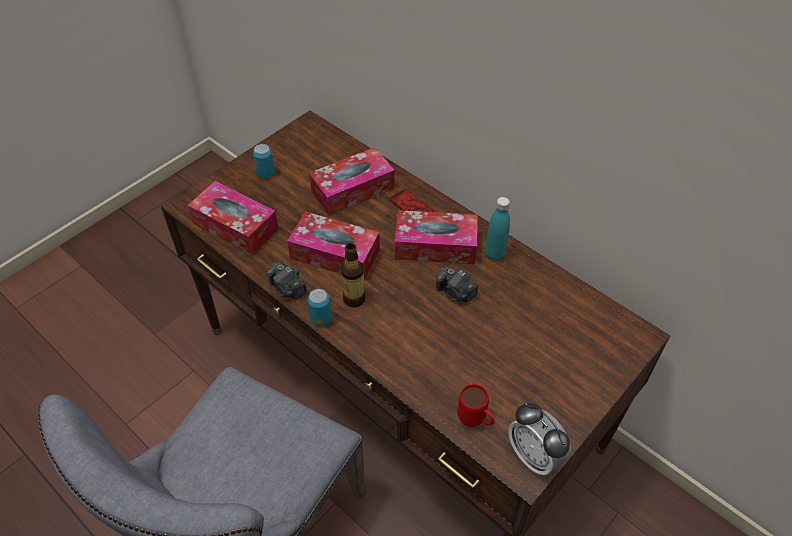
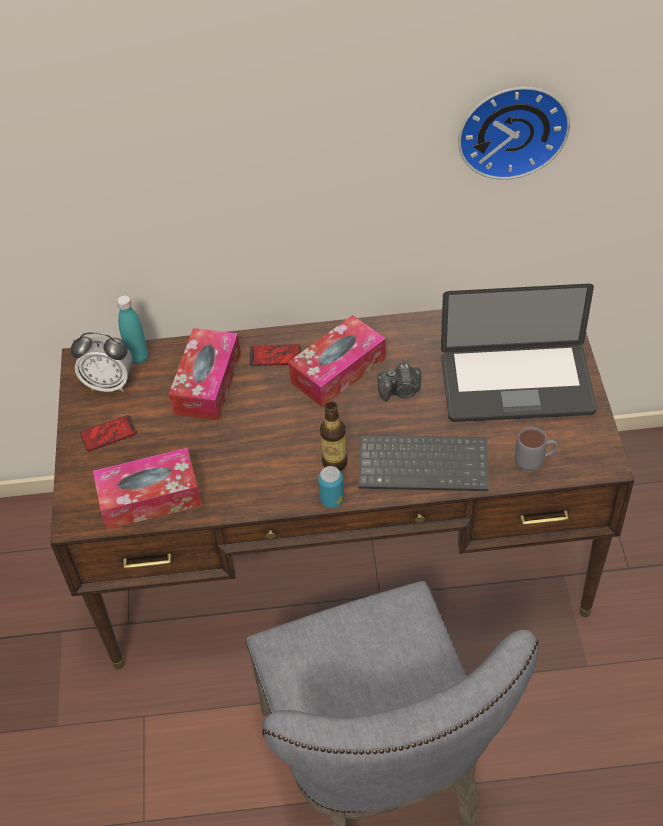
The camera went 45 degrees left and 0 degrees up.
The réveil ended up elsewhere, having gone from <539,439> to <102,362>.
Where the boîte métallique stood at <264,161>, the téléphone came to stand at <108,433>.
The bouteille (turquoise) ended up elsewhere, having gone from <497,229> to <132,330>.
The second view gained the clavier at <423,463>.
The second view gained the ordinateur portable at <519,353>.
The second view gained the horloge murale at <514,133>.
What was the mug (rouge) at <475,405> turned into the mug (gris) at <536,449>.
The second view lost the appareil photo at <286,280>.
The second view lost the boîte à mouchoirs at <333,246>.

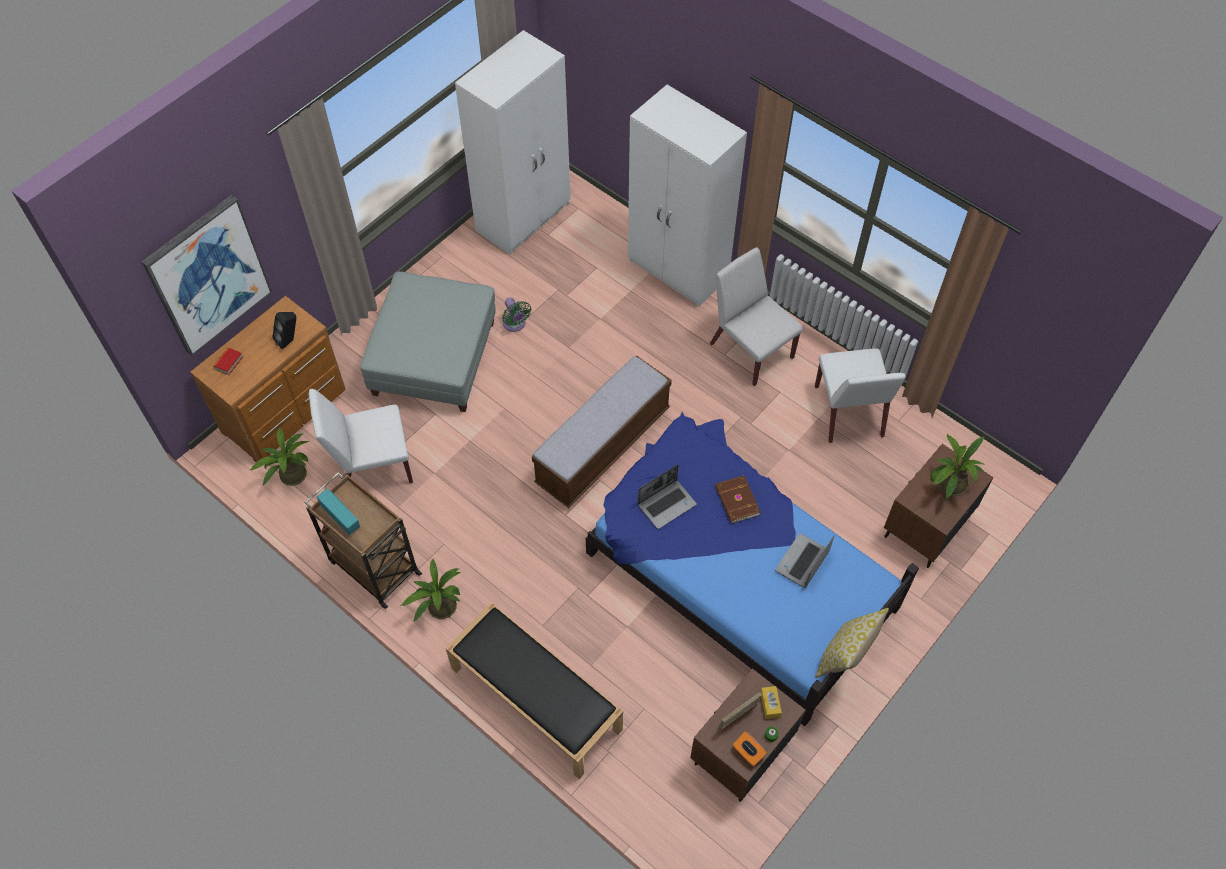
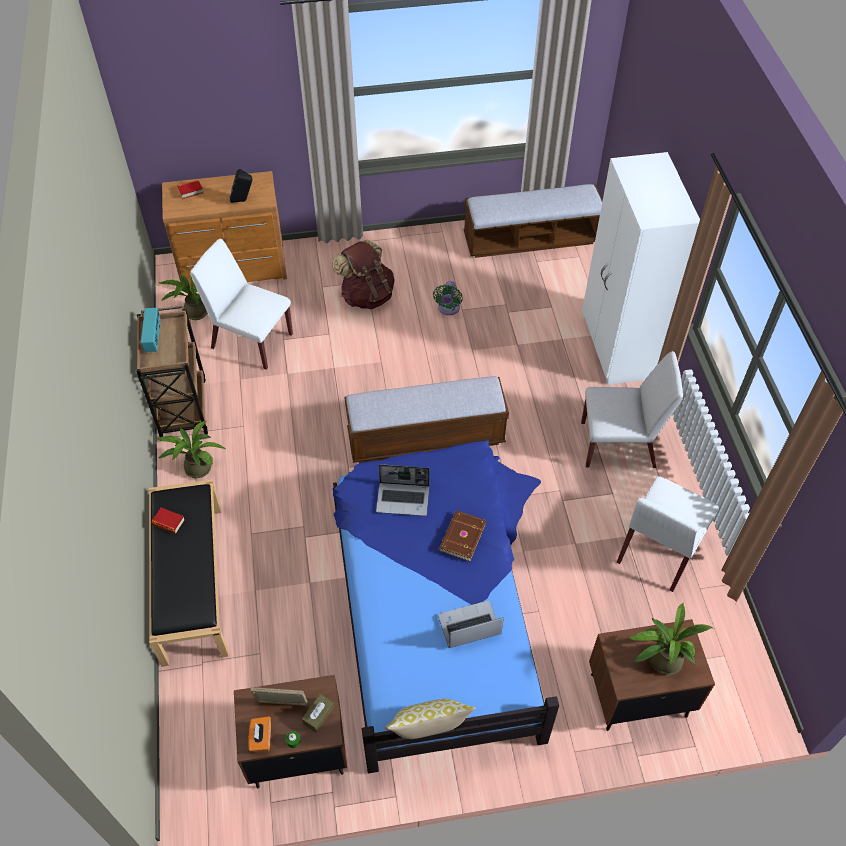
The camera went 40 degrees right and 5 degrees down.
The second view gained the livre at <168,521>.
What was the boîte à mouchoirs (jaune) at <771,702> turned into the boîte à mouchoirs (marron) at <318,713>.
Where the pouf (gris) stood at <428,341>, the sac à dos (marron) came to stand at <364,274>.
Where the armoire (blanc) stood at <513,142>, the banc came to stand at <532,221>.
The chaise (blanc) at <756,316> ended up facing another way, 90 degrees clockwise from before.
The second view lost the tableau at <206,275>.

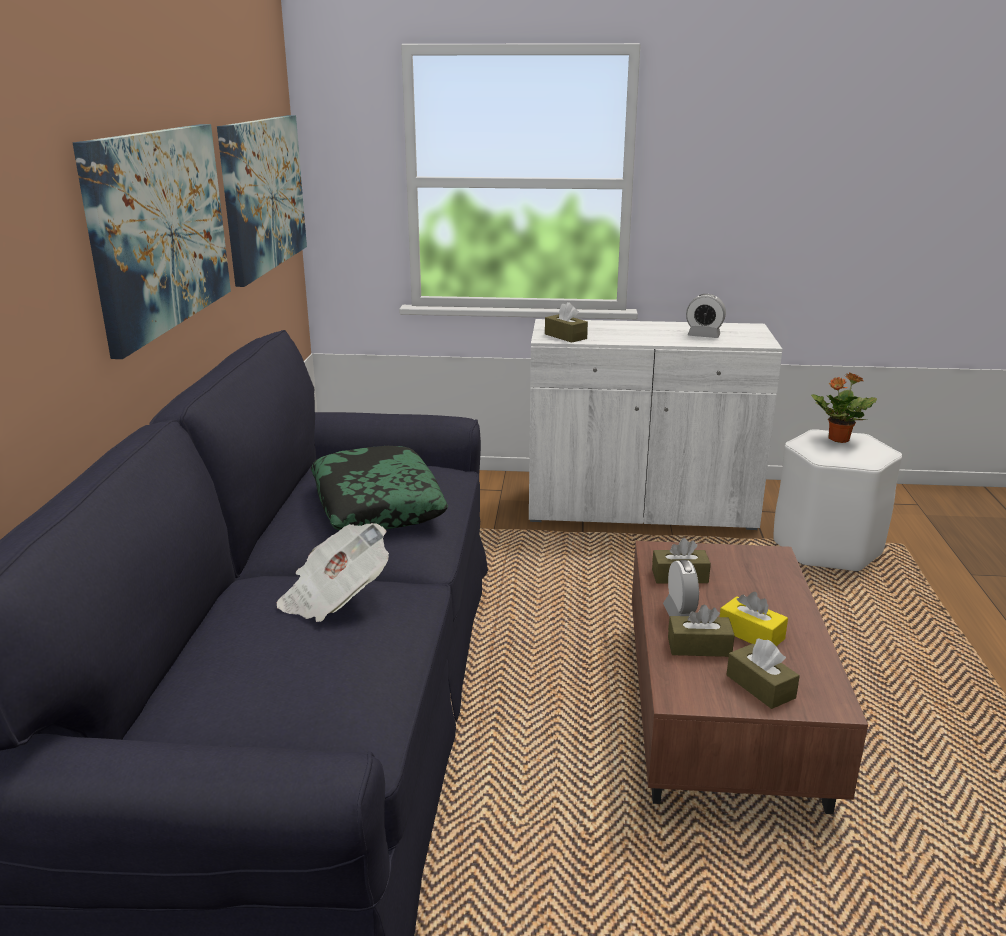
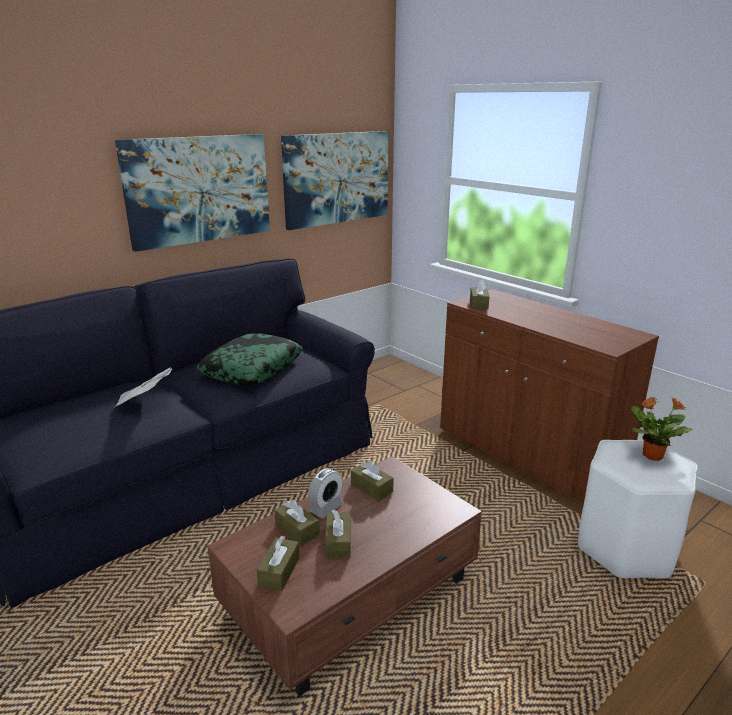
The camera went 45 degrees right and 0 degrees up.
What was the boîte à mouchoirs (jaune) at <754,619> turned into the boîte à mouchoirs (marron) at <337,534>.
What was the meuble de rangement (blanc) at <655,424> turned into the meuble de rangement (marron) at <549,396>.
The second view lost the réveil at <706,316>.

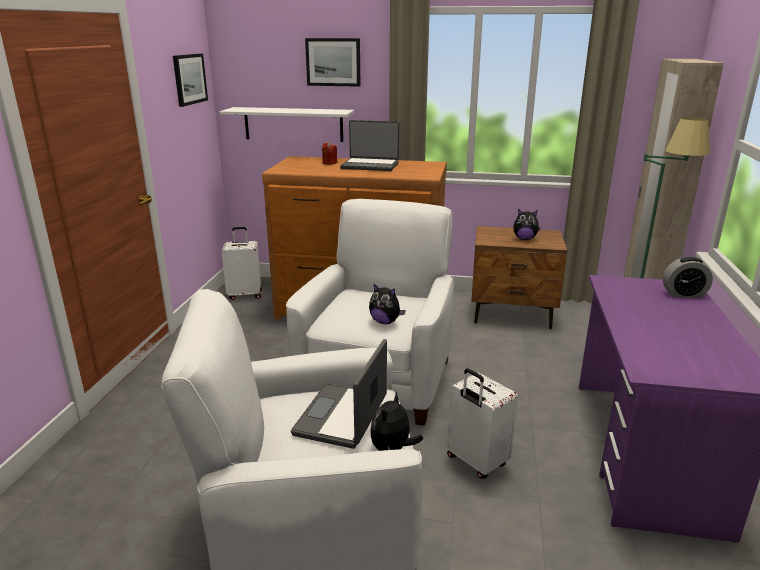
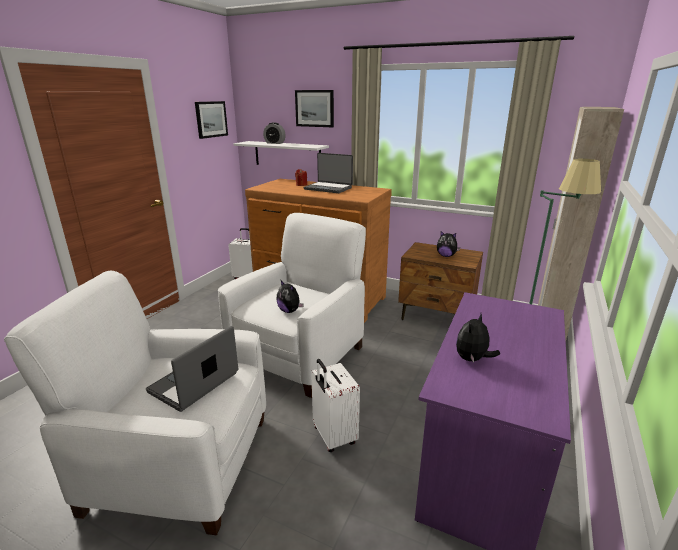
The camera went 15 degrees right and 0 degrees up.
The réveil ended up elsewhere, having gone from <688,277> to <274,133>.
The peluche ended up elsewhere, having gone from <396,421> to <478,338>.

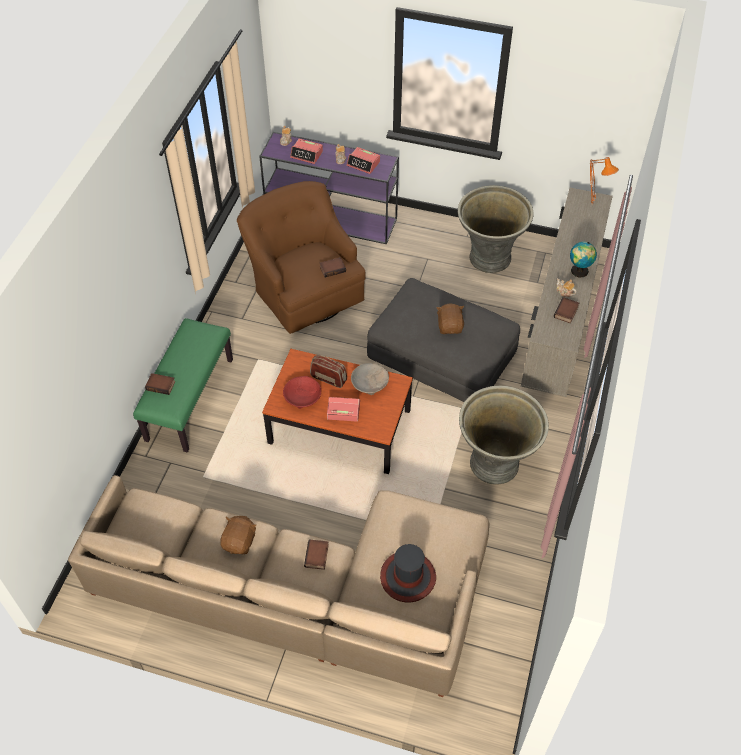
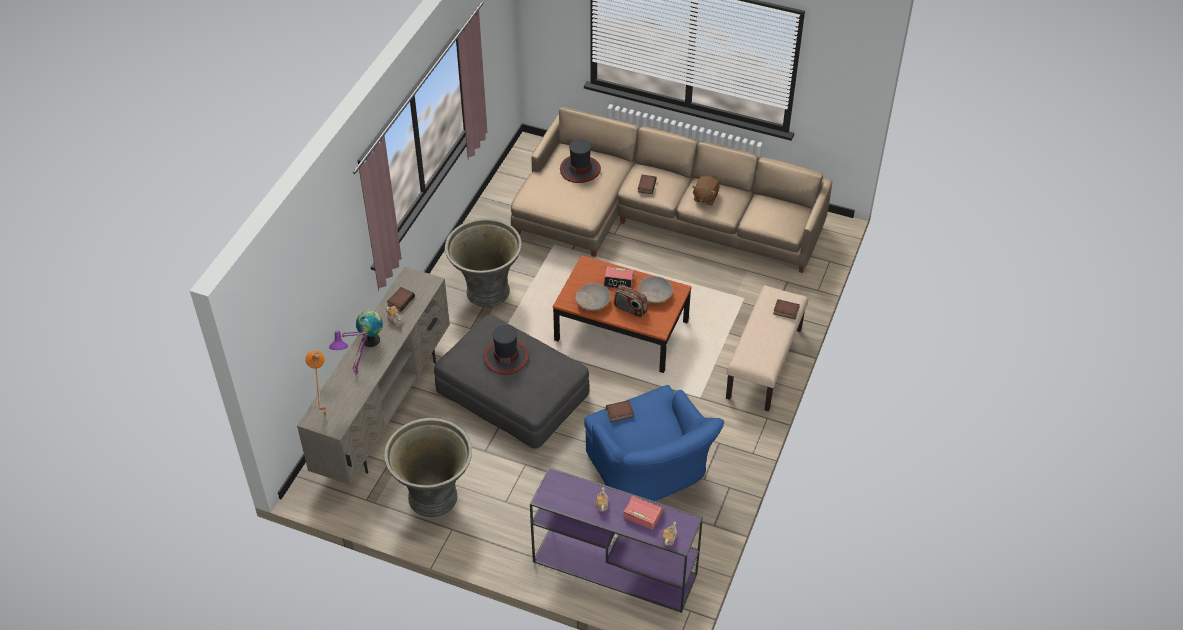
The camera went 175 degrees left and 5 degrees down.
The second view gained the lampe de table (violet) at <348,352>.
Where the peluche (marron) stood at <450,318>, the chapeau came to stand at <506,350>.
What was the fauteuil (marron) at <301,257> turned into the fauteuil (bleu) at <654,443>.
What was the bol (rouge) at <302,392> turned into the bol (beige) at <655,289>.
What was the banc (vert) at <183,385> turned into the banc (beige) at <767,348>.
The second view lost the réveil at <363,160>.

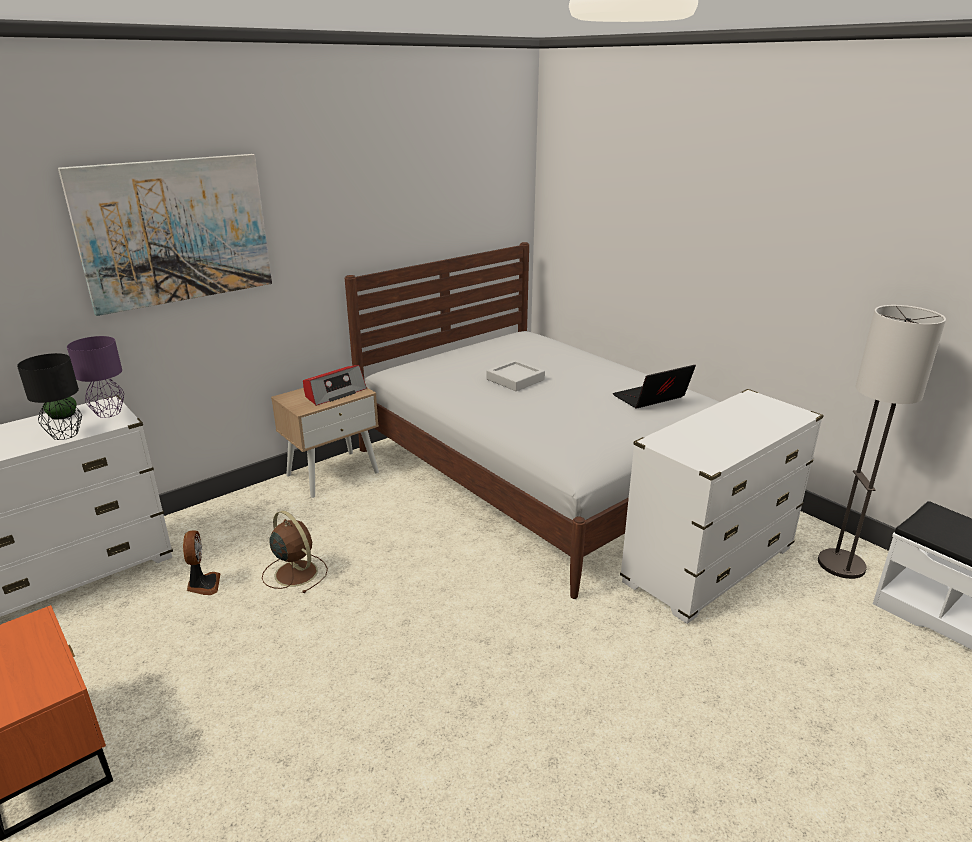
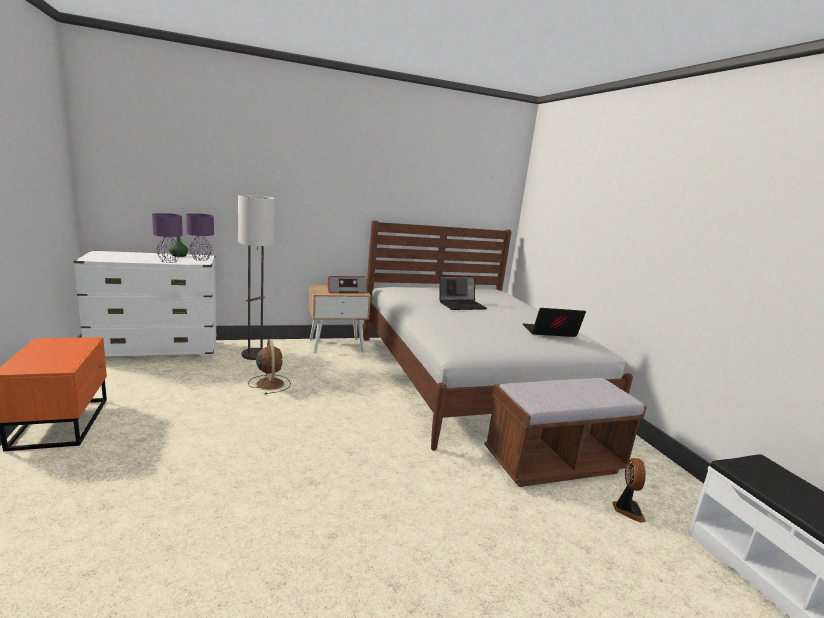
The camera went 20 degrees right and 10 degrees down.
What was the lampe de table (noir) at <49,396> turned into the lampe de table (violet) at <167,238>.
The lampadaire ended up elsewhere, having gone from <882,442> to <256,277>.
Where the plateau (gris) stood at <516,375>, the ordinateur portable came to stand at <463,293>.
Where the commode (blanc) stood at <722,506>, the banc (marron) came to stand at <565,432>.
The ventilateur ended up elsewhere, having gone from <201,562> to <629,490>.
The second view lost the tableau at <165,235>.

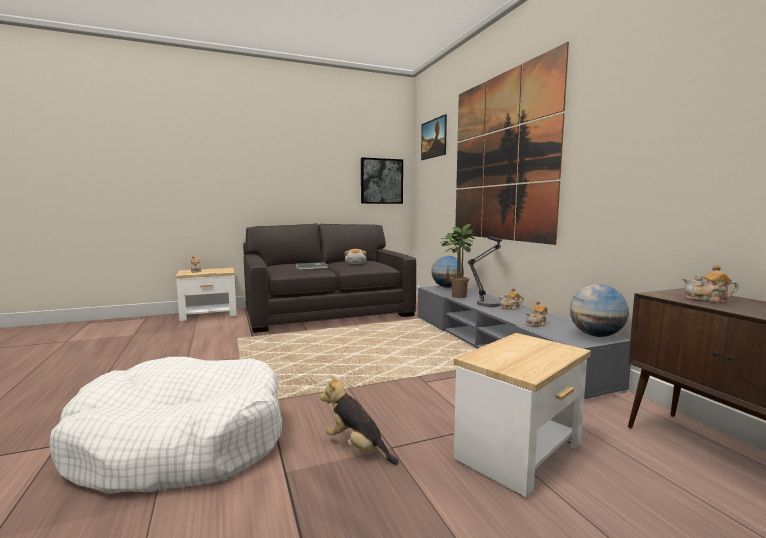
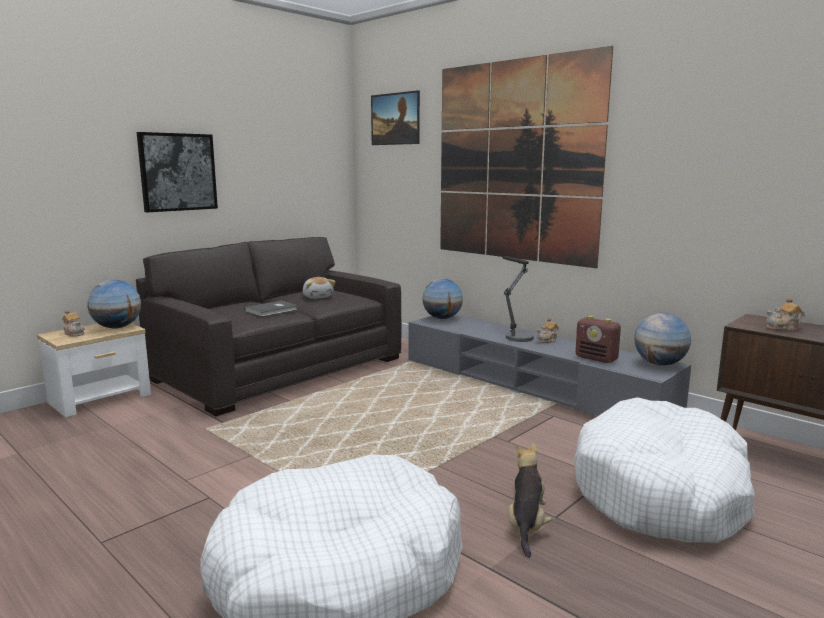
The camera went 25 degrees left and 5 degrees up.
The second view gained the globe at <114,304>.
The tableau ended up elsewhere, having gone from <382,180> to <177,172>.
The peluche at <359,420> ended up facing another way, 90 degrees clockwise from before.
Where the table d'appoint stood at <522,415>, the panier pour chien (blanc) came to stand at <664,470>.
Where the théière stood at <537,314>, the radio came to stand at <598,339>.
The second view lost the plante en pot at <457,261>.

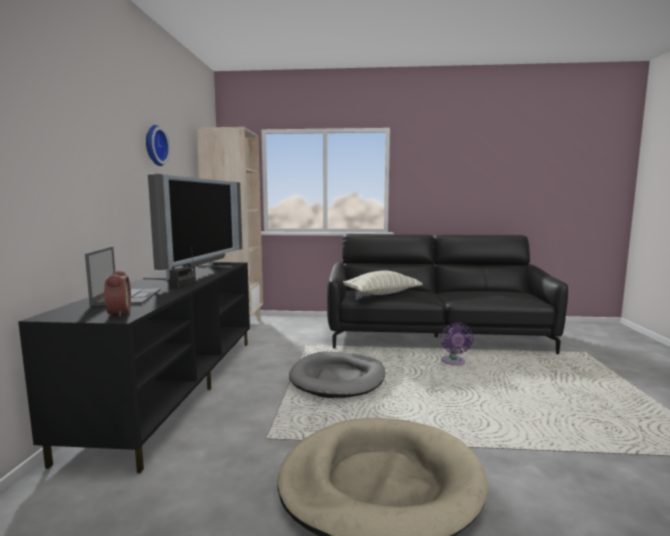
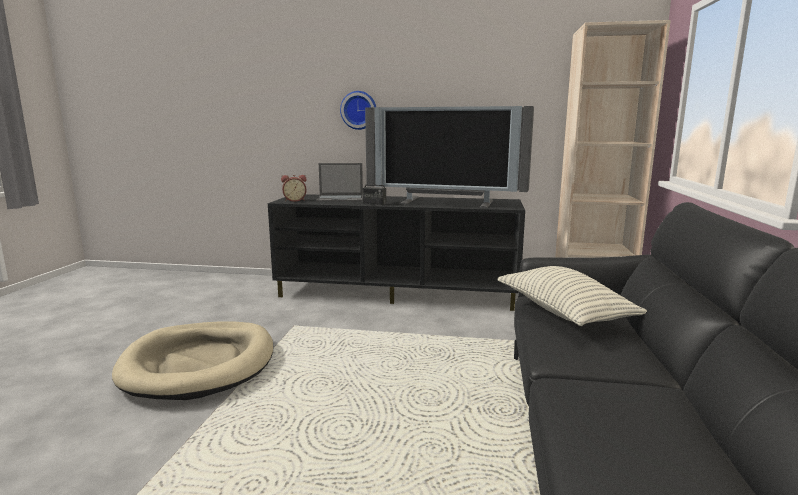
The camera went 95 degrees right and 5 degrees up.
The horloge murale ended up elsewhere, having gone from <158,145> to <358,110>.
The second view lost the panier pour chien (gris) at <337,374>.
The second view lost the ventilateur (violet) at <457,343>.

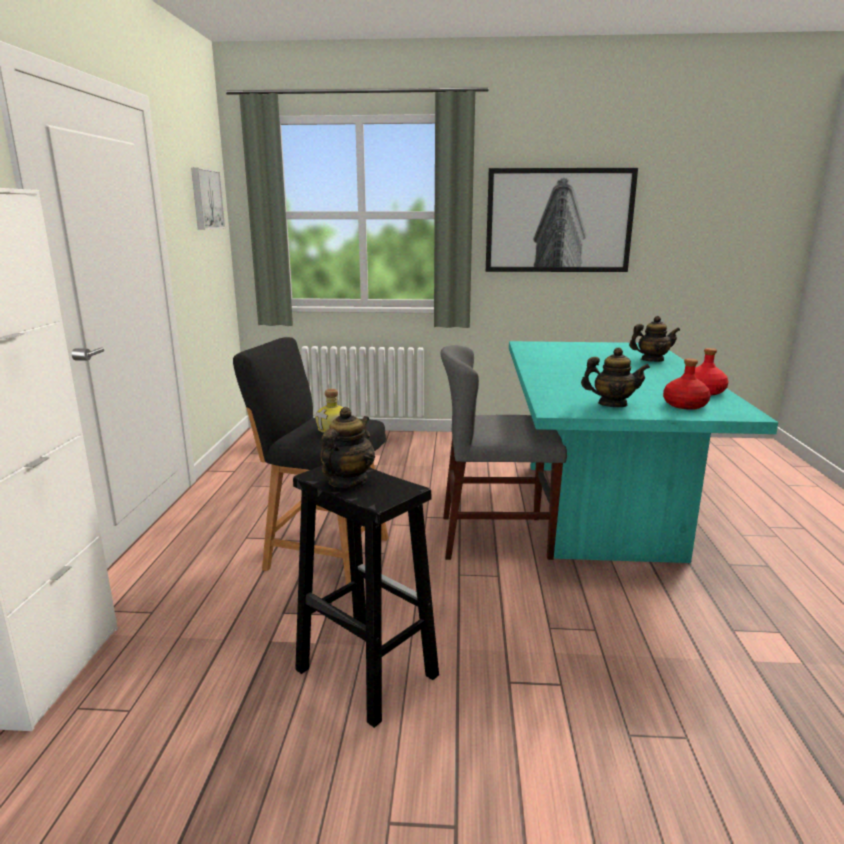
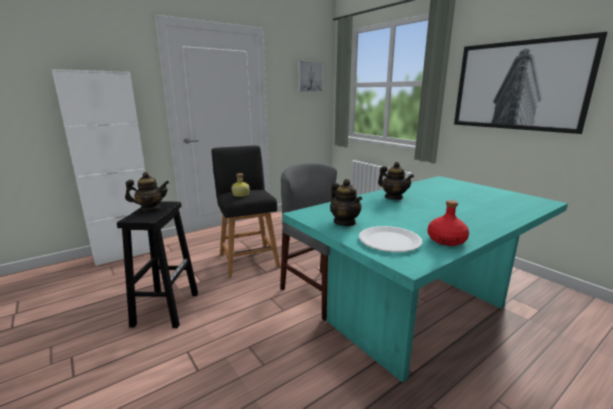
The camera went 50 degrees right and 0 degrees up.
Where the bouteille (rouge) stood at <687,384>, the assiette (blanc) came to stand at <390,239>.
The théière ended up elsewhere, having gone from <654,339> to <396,181>.

